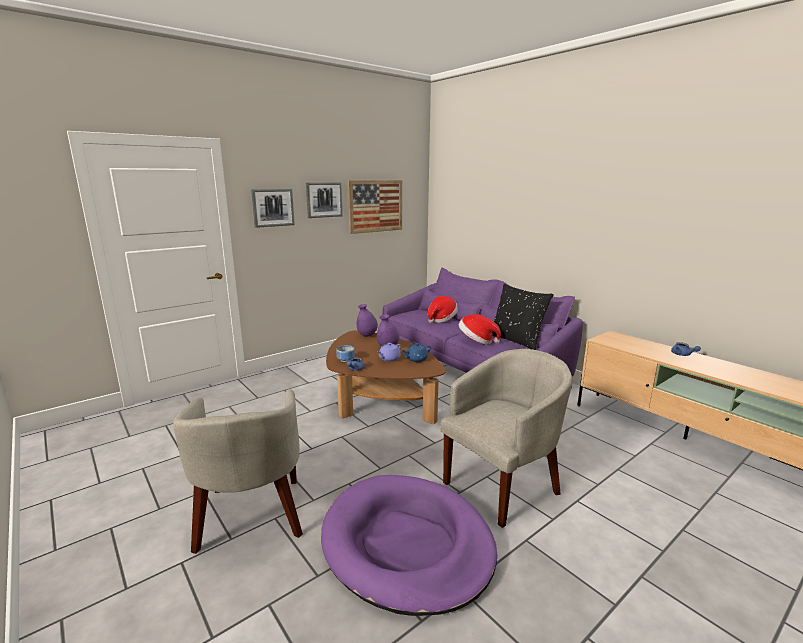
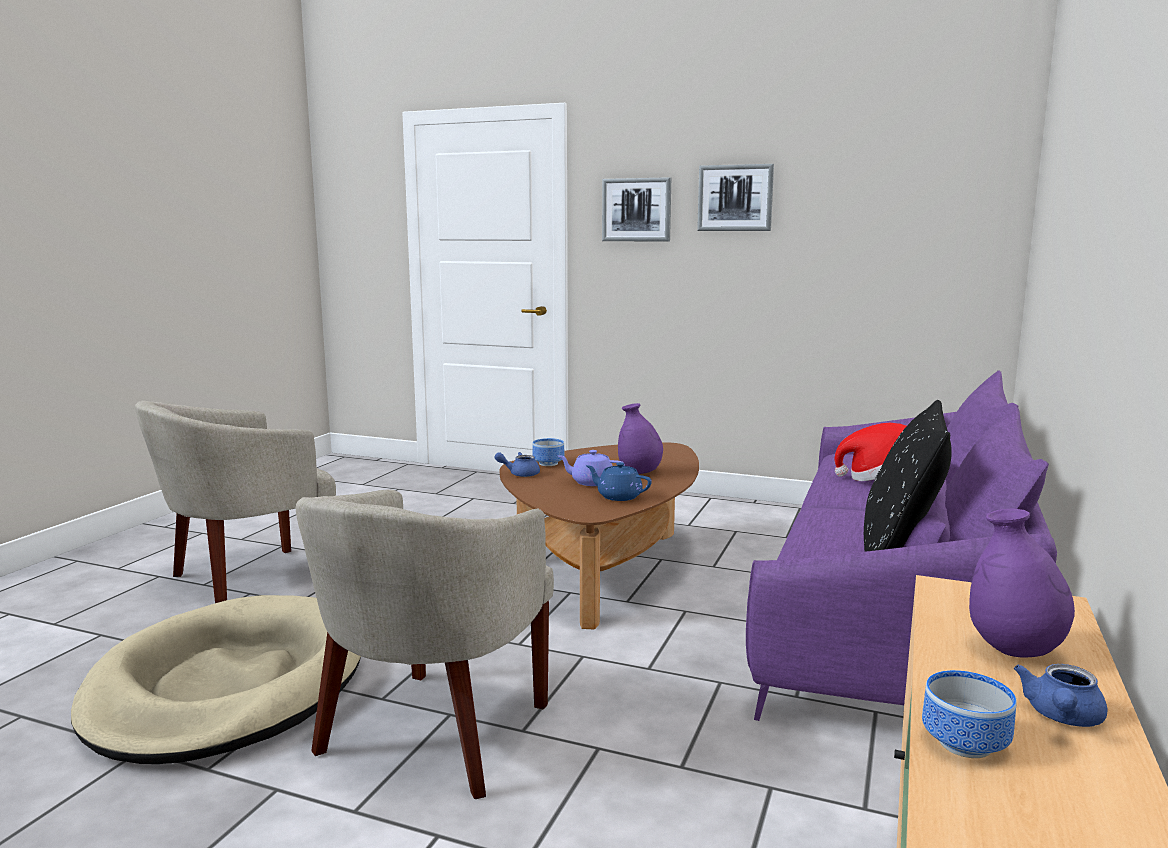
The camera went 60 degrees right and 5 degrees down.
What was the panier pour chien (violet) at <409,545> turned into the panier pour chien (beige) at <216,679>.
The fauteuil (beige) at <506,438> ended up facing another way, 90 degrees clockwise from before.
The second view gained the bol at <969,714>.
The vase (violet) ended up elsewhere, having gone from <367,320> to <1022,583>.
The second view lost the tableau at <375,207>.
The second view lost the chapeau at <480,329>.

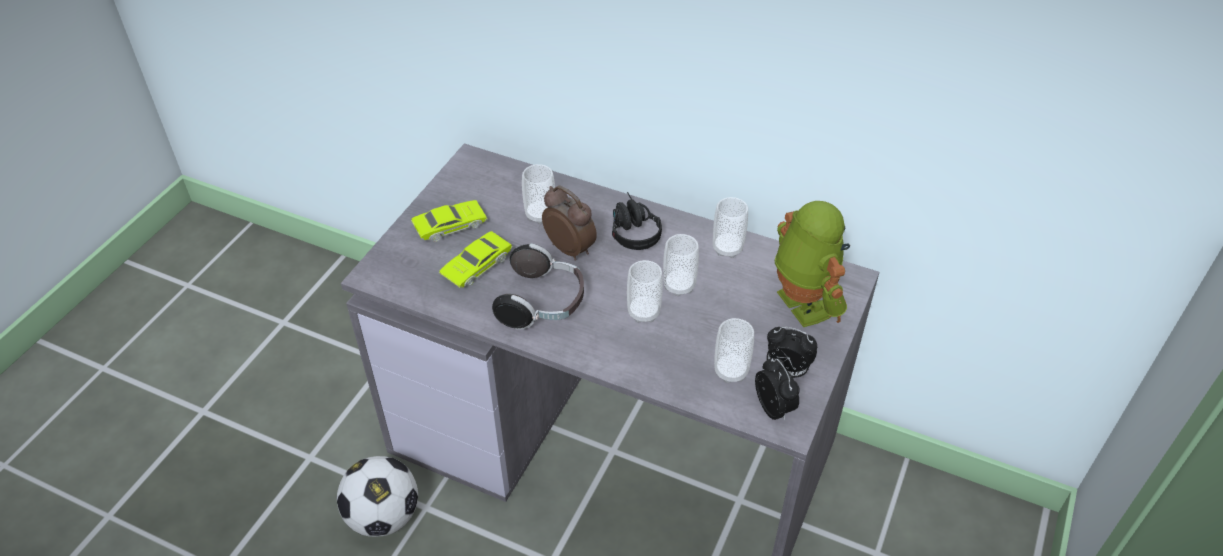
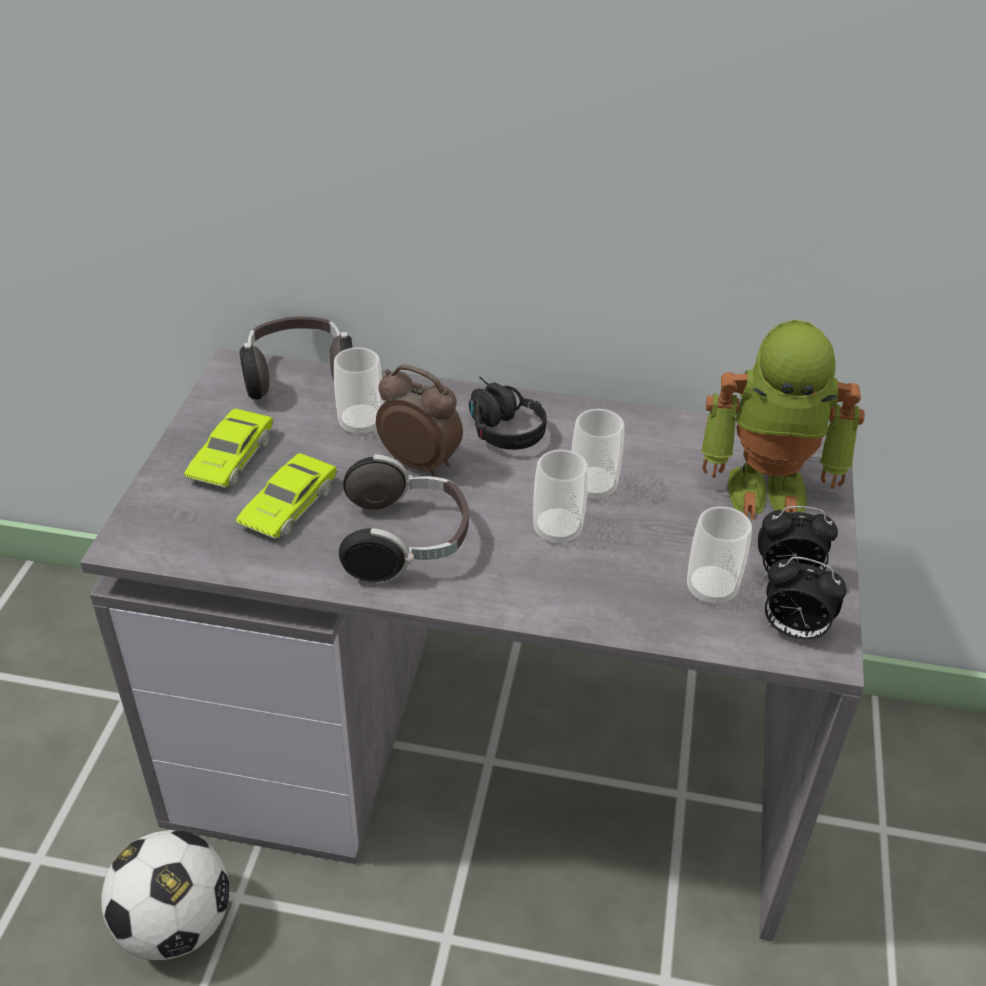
The camera went 15 degrees left and 5 degrees down.
The petite voiture (vert) at <449,221> ended up facing another way, 150 degrees clockwise from before.
The second view gained the casque audio at <296,358>.
The robot jouet at <812,264> ended up facing another way, 135 degrees clockwise from before.
The réveil at <777,389> ended up facing another way, 150 degrees clockwise from before.
The second view lost the tasse at <730,227>.

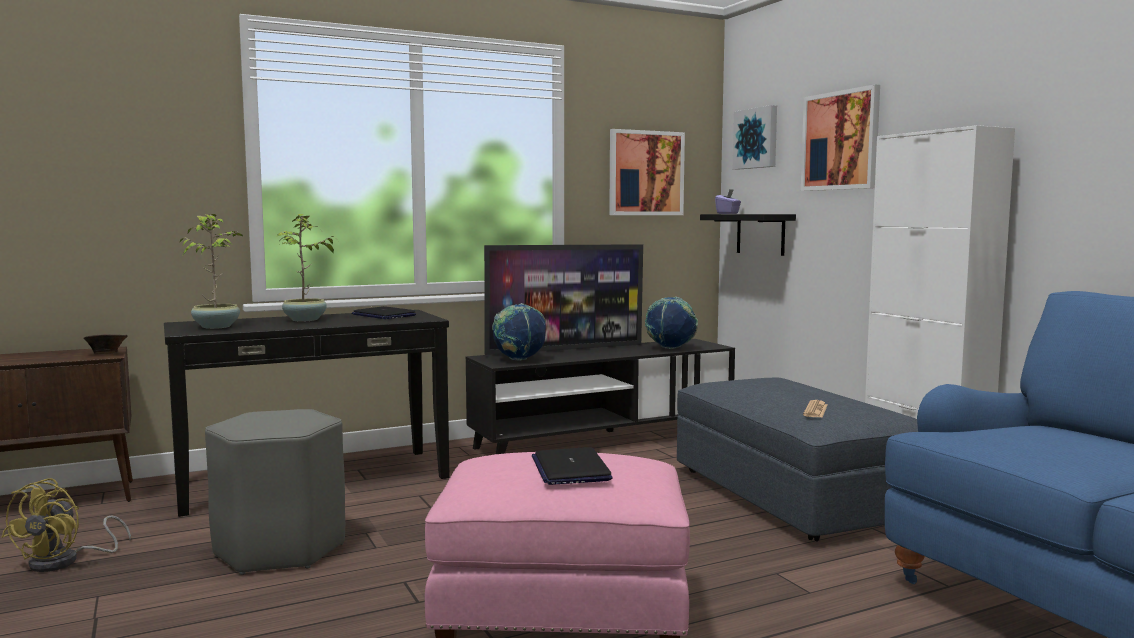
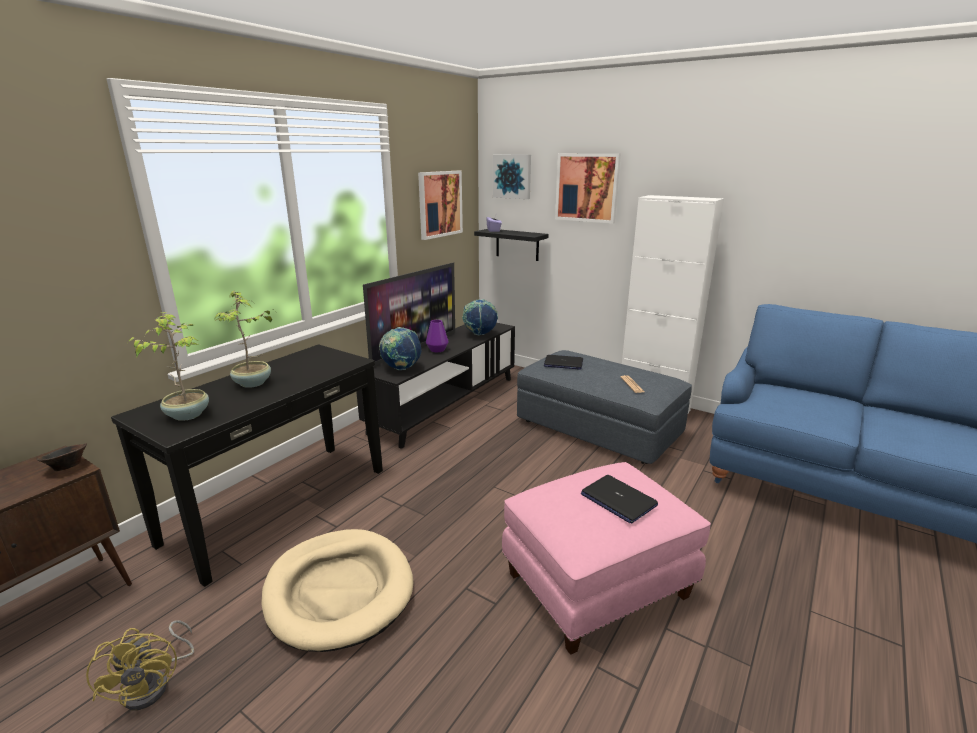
The camera went 30 degrees left and 15 degrees up.
Where the tabouret (gris) stood at <275,492>, the panier pour chien (beige) came to stand at <337,590>.
The second view gained the vase (violet) at <437,336>.
The ordinateur portable ended up elsewhere, having gone from <384,312> to <563,362>.

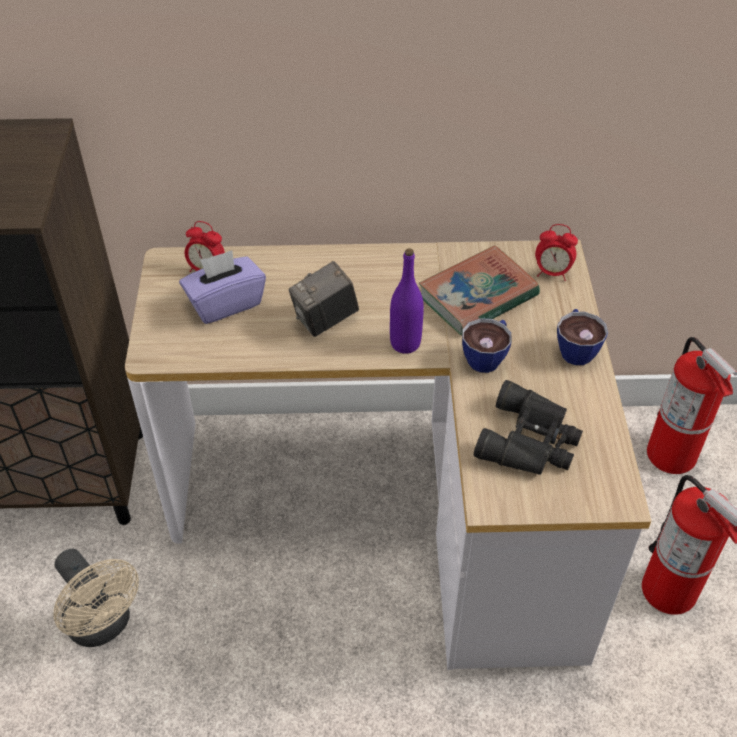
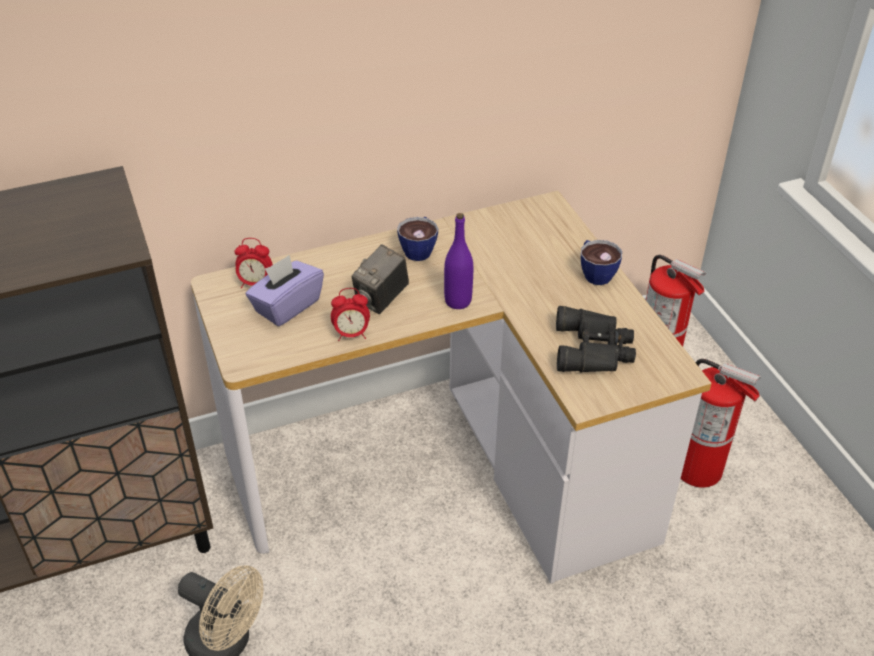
The camera went 20 degrees left and 5 degrees down.
The réveil ended up elsewhere, having gone from <556,252> to <350,314>.
The tasse ended up elsewhere, having gone from <487,345> to <417,239>.
The second view lost the livre at <479,290>.

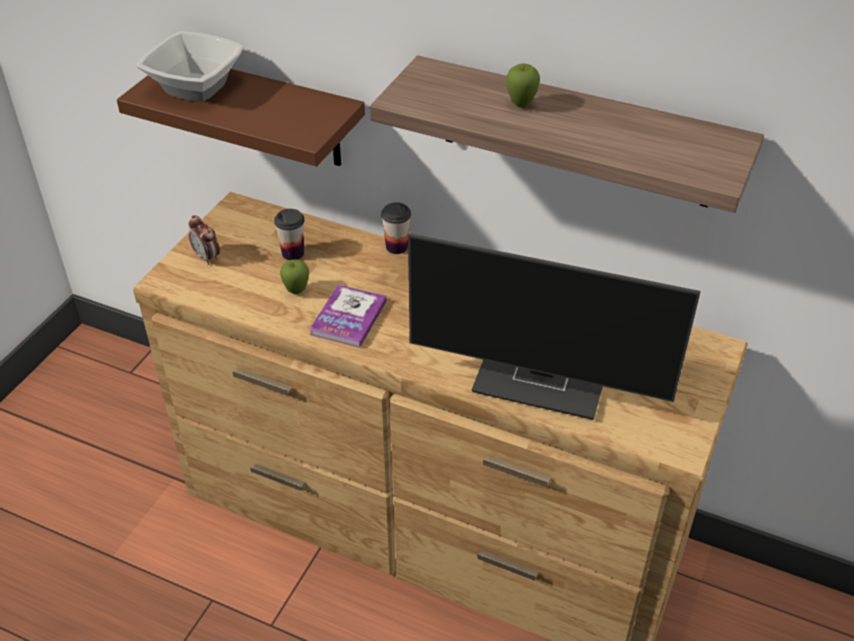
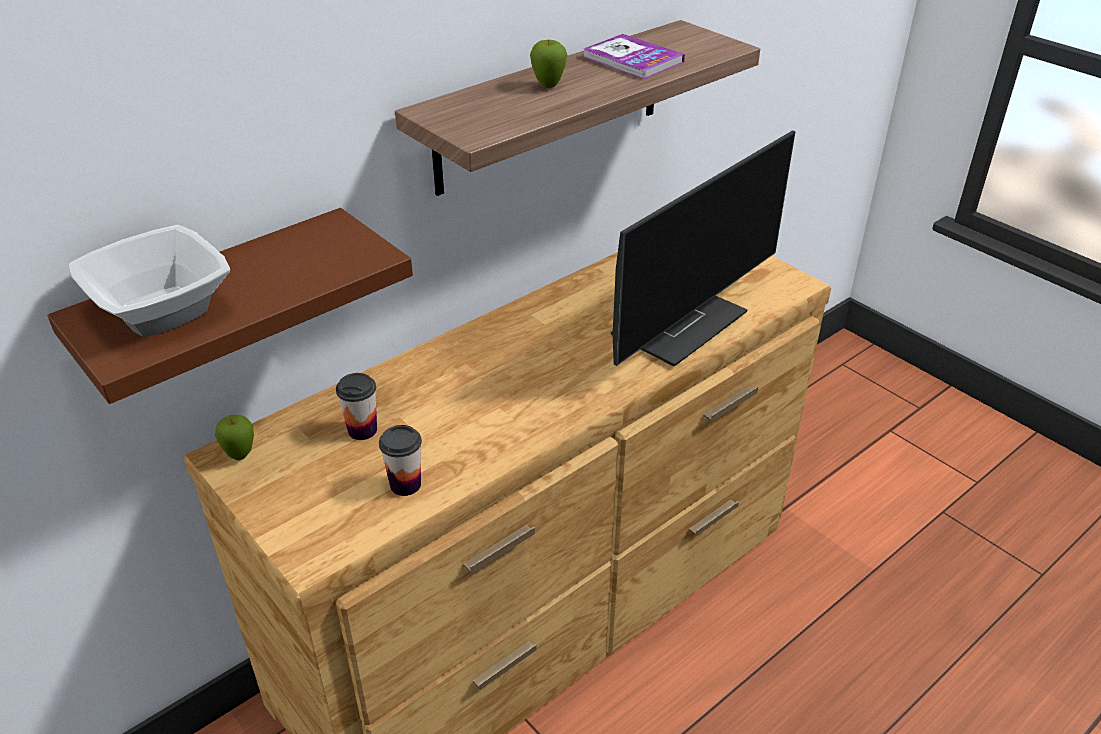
The camera went 65 degrees left and 5 degrees down.
The pomme ended up elsewhere, having gone from <294,276> to <234,437>.
The tasse ended up elsewhere, having gone from <396,228> to <400,460>.
The livre ended up elsewhere, having gone from <348,316> to <633,56>.
The second view lost the réveil at <204,240>.

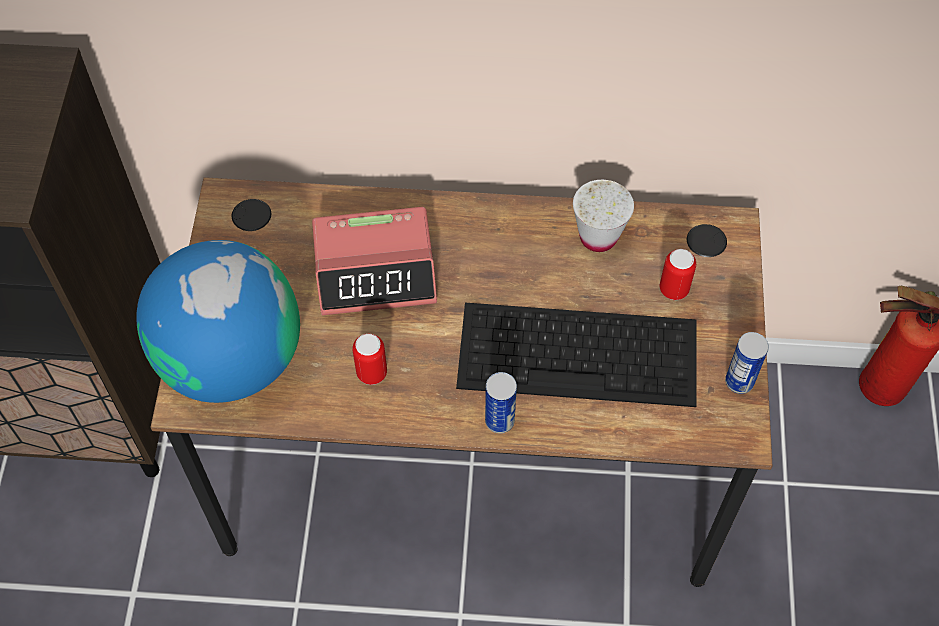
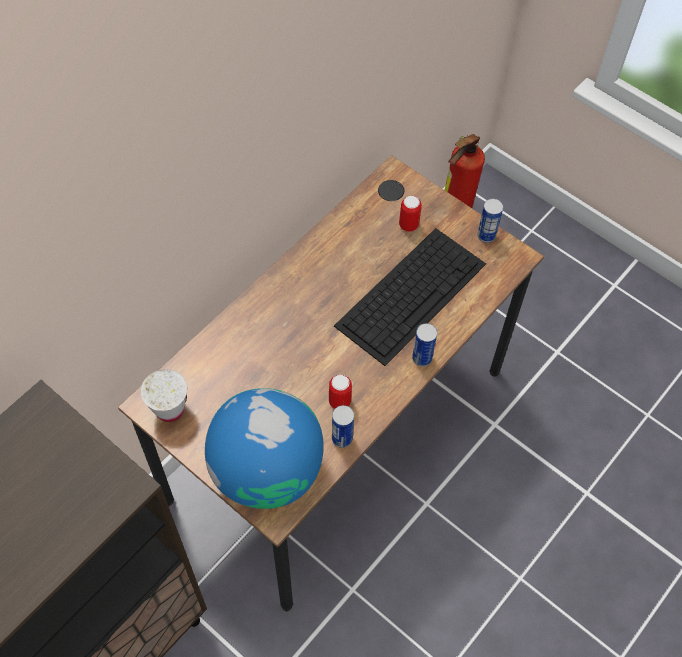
The camera went 55 degrees left and 0 degrees up.
The tasse (blanc) ended up elsewhere, having gone from <603,216> to <163,395>.
The second view gained the boîte métallique at <343,426>.
The second view lost the réveil at <374,261>.

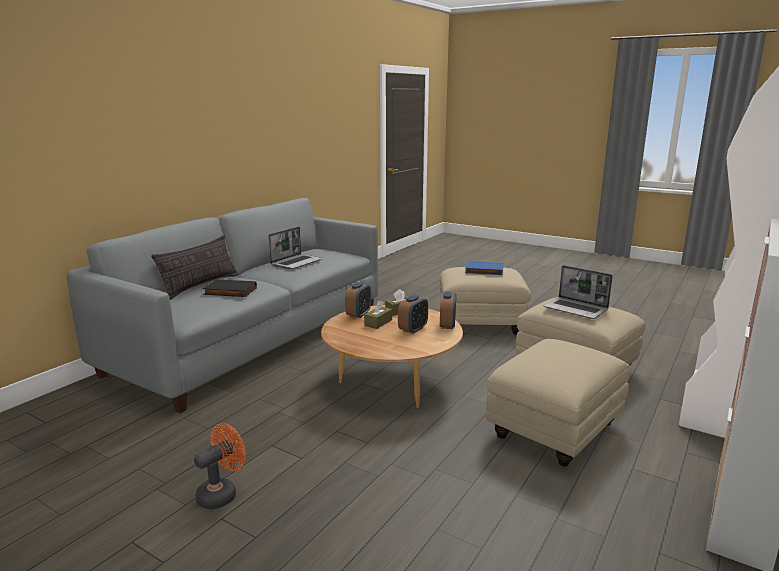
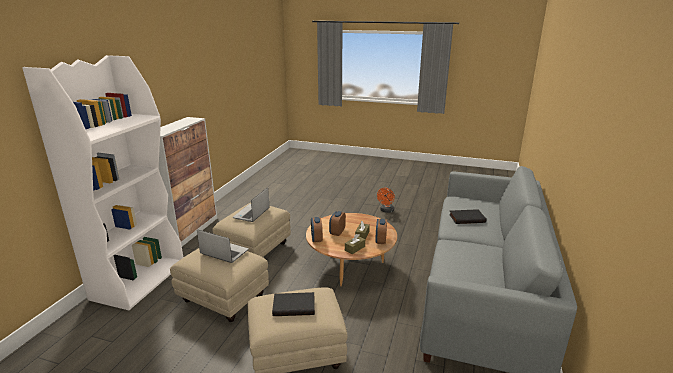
The camera went 165 degrees right and 5 degrees up.
The ordinateur portable ended up elsewhere, having gone from <295,248> to <251,204>.
What was the livre (bleu) at <484,268> turned into the livre (noir) at <293,304>.
The second view lost the coussin at <195,267>.

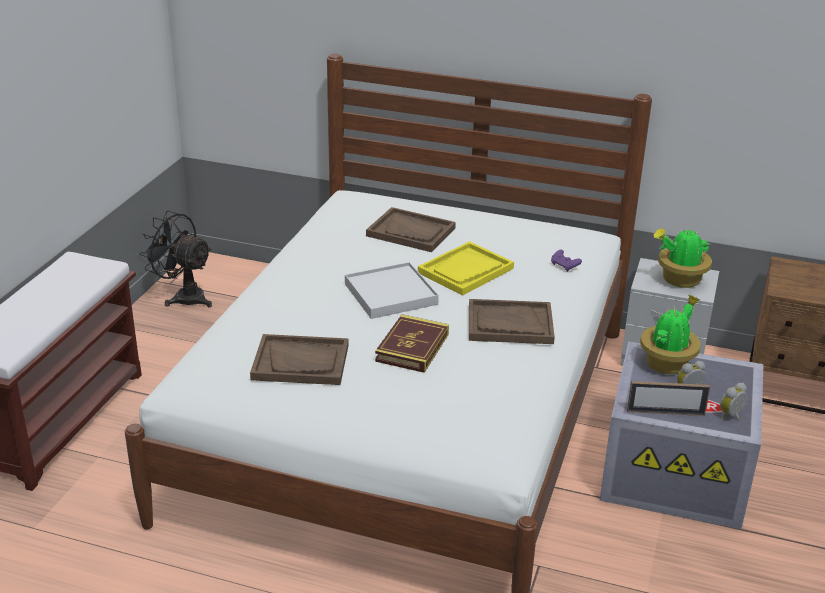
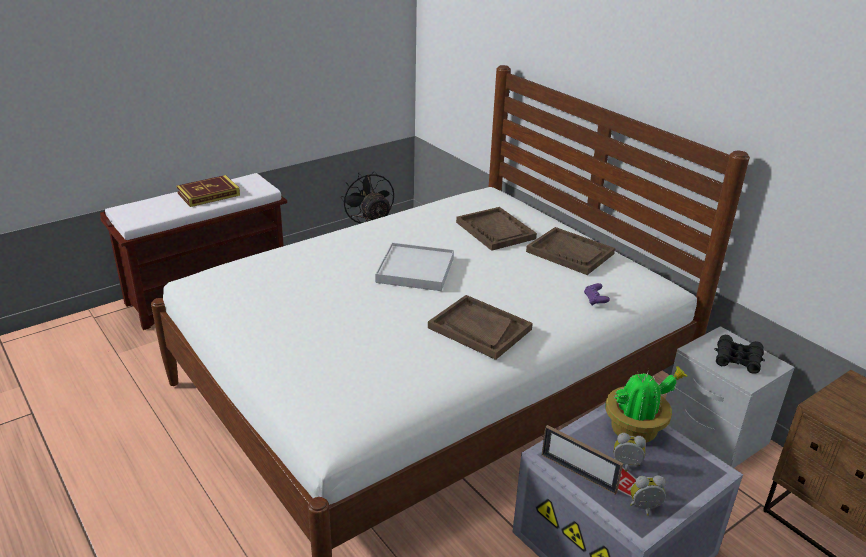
The camera went 35 degrees right and 0 degrees up.
The livre ended up elsewhere, having gone from <412,343> to <208,191>.
The plateau (marron) ended up elsewhere, having gone from <299,359> to <570,251>.
Where the plante en pot stood at <682,257>, the jumelles (noir) came to stand at <739,354>.
The second view lost the plateau (jaune) at <466,268>.

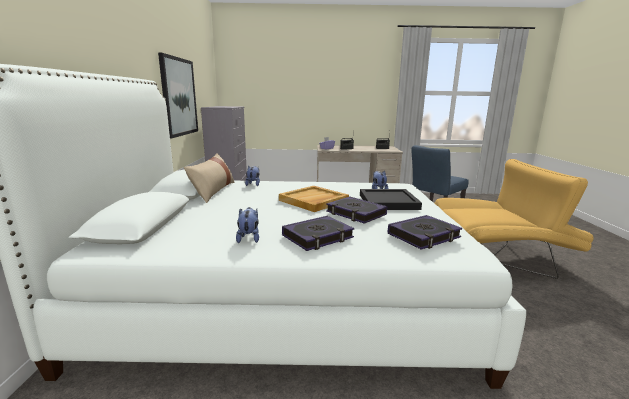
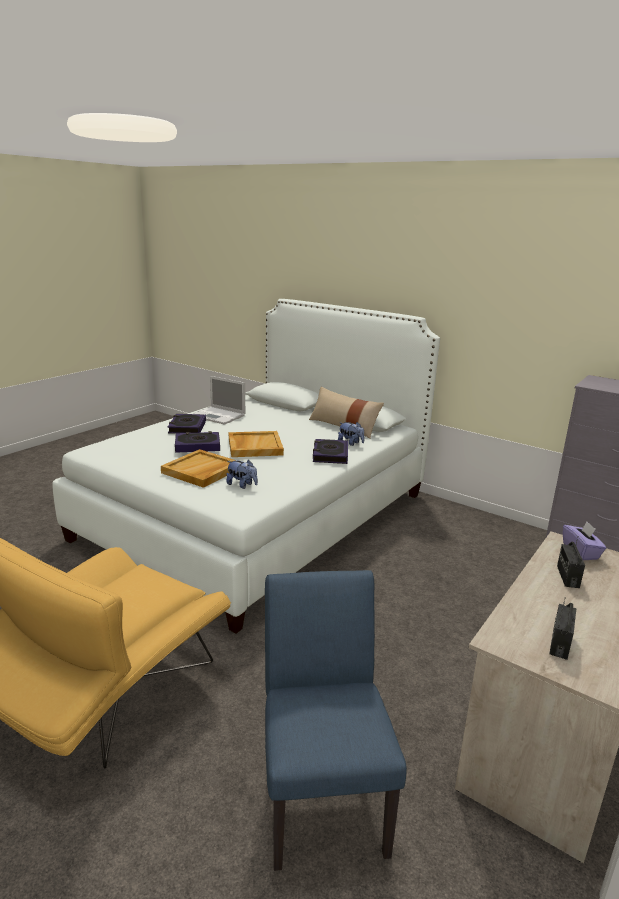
The camera went 125 degrees right and 5 degrees up.
What was the plateau (noir) at <391,199> turned into the plateau (beige) at <198,468>.
Where the peluche stood at <247,225>, the ordinateur portable came to stand at <219,400>.
The livre ended up elsewhere, having gone from <425,232> to <330,451>.
The second view lost the tableau at <178,96>.

